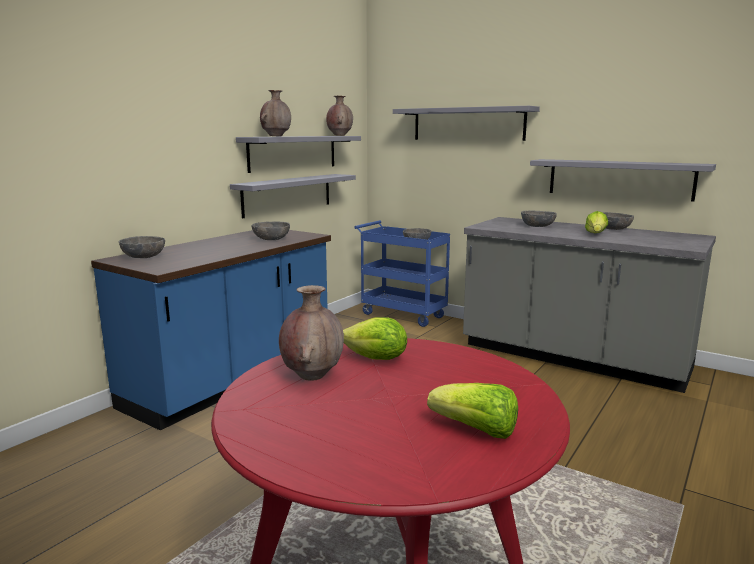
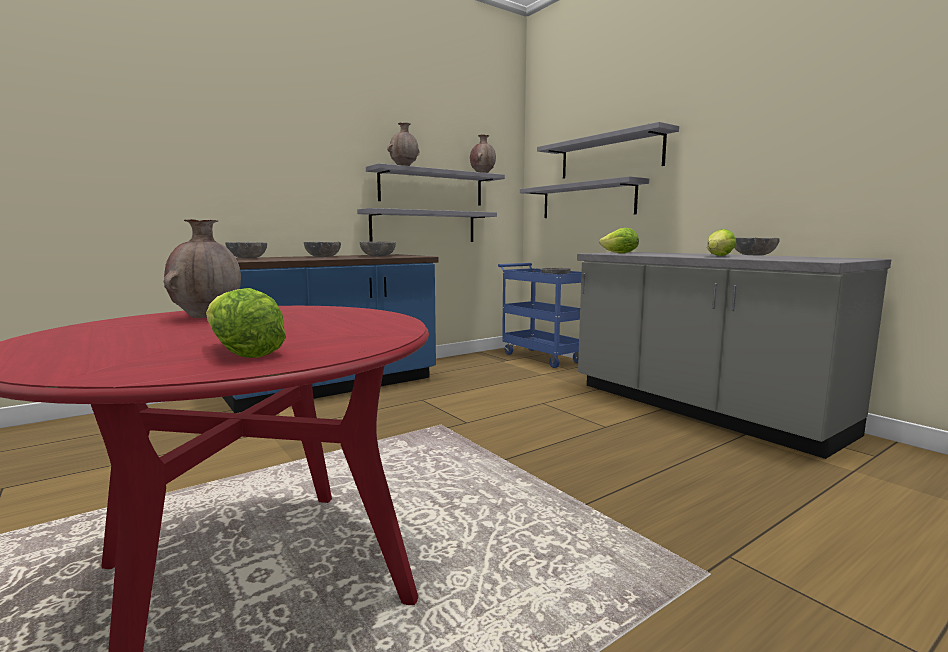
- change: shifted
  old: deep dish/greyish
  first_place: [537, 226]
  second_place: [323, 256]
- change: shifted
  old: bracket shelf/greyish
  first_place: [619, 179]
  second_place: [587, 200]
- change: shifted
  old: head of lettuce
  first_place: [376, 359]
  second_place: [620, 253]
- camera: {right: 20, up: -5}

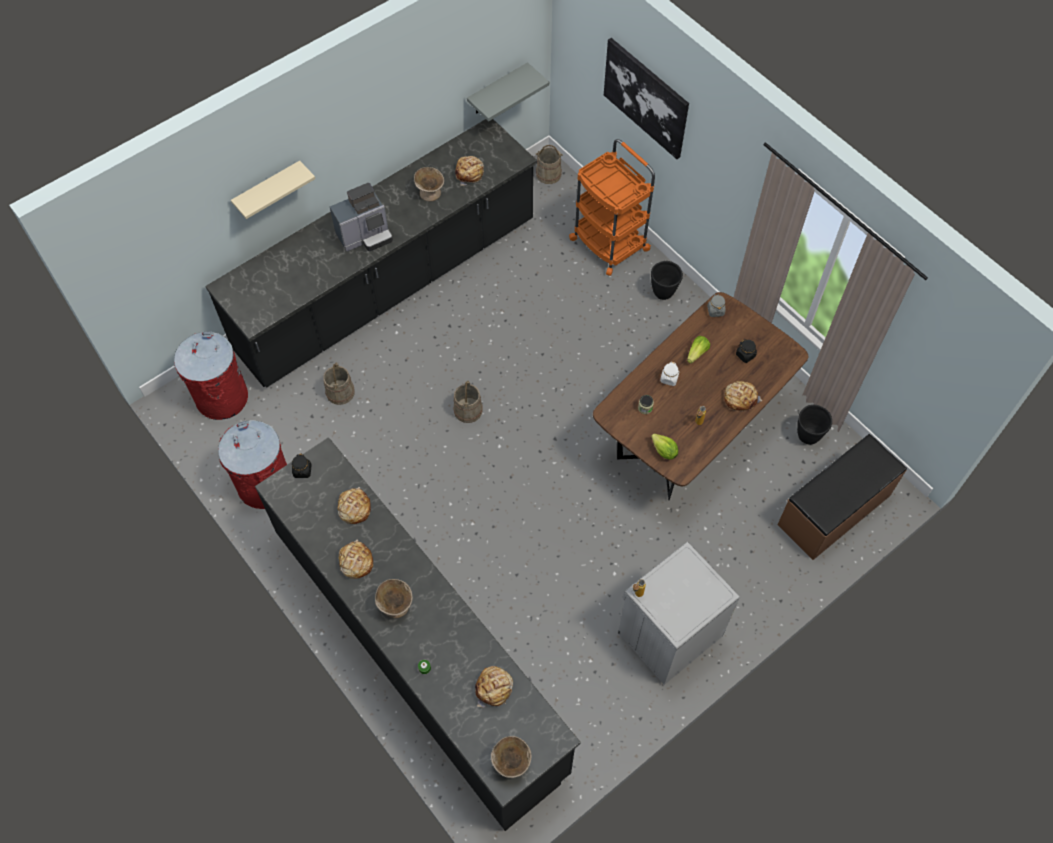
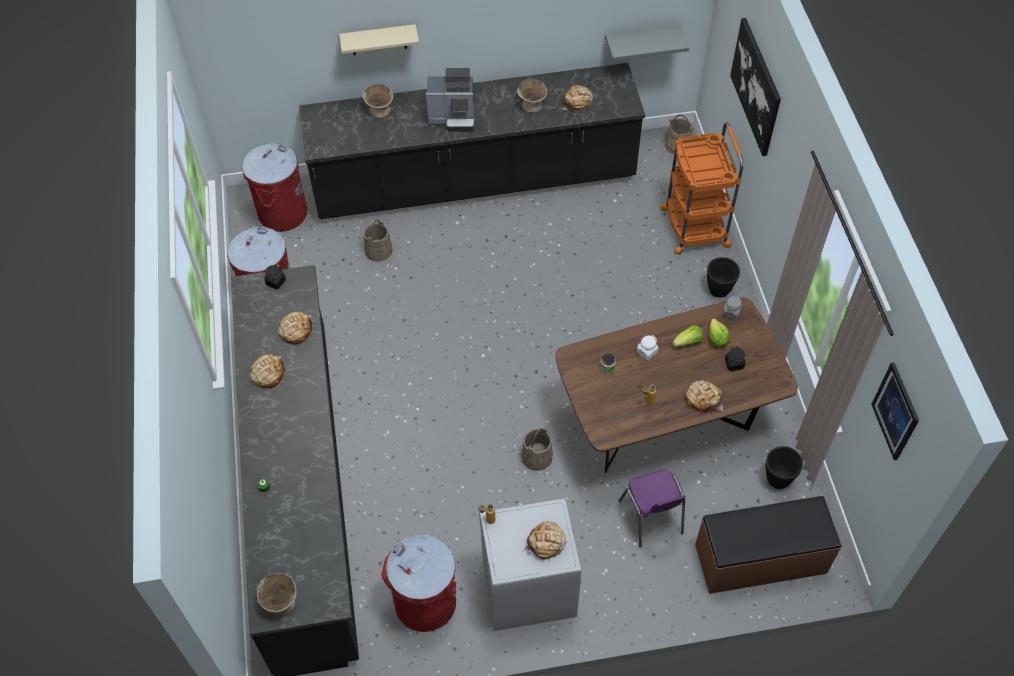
- change: shifted
  old: deep dish/beige
  first_place: [396, 605]
  second_place: [380, 110]
- change: new
  new: rubbish bin/red
  second_place: [425, 603]
- change: shifted
  old: pail/beige
  first_place: [468, 410]
  second_place: [537, 457]
- change: shifted
  old: bread
  first_place: [494, 688]
  second_place: [546, 543]
- change: new
  new: chair/purple
  second_place: [651, 519]
- change: shifted
  old: head of lettuce
  first_place: [664, 451]
  second_place: [717, 339]
- change: new
  new: wall art
  second_place: [895, 411]
- camera: {right: 30, up: -5}

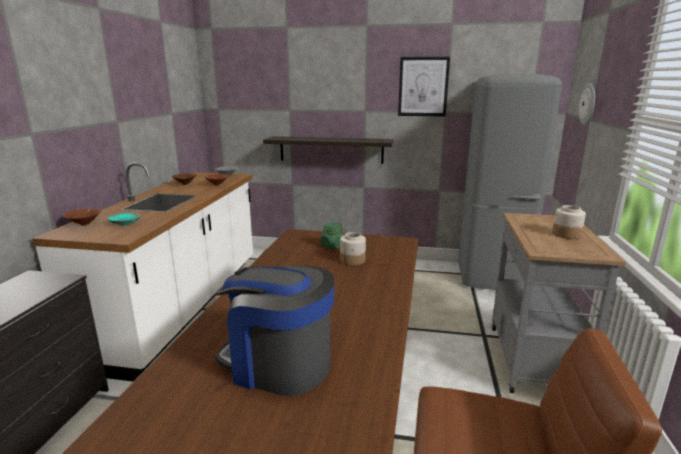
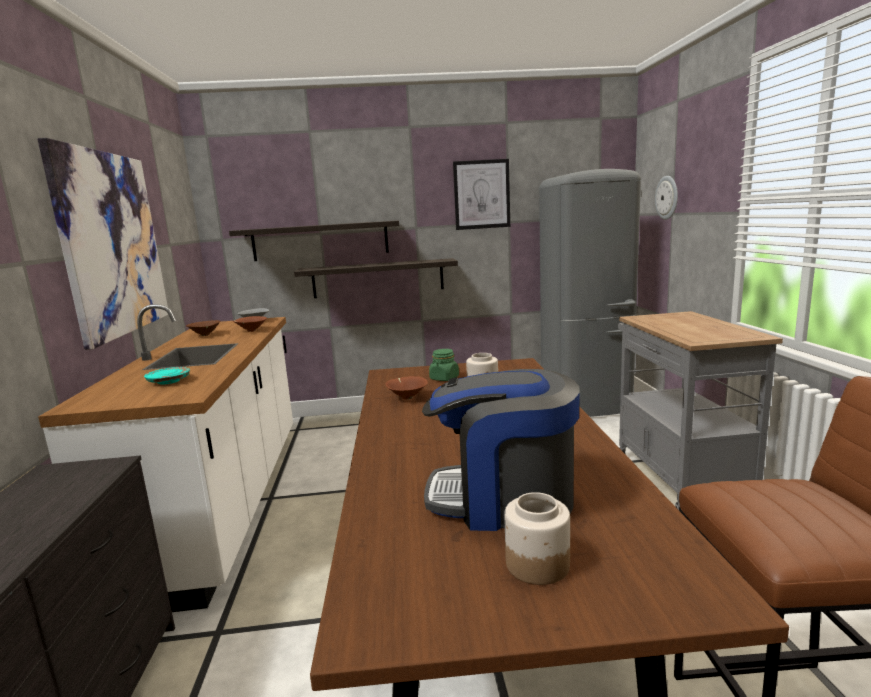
- change: new
  new: wall art
  second_place: [112, 244]
- change: new
  new: bracket shelf
  second_place: [320, 241]
- change: shifted
  old: deep dish/brown
  first_place: [85, 224]
  second_place: [407, 397]
- change: shifted
  old: storage jar
  first_place: [566, 234]
  second_place: [536, 564]
- camera: {right: -15, up: -5}

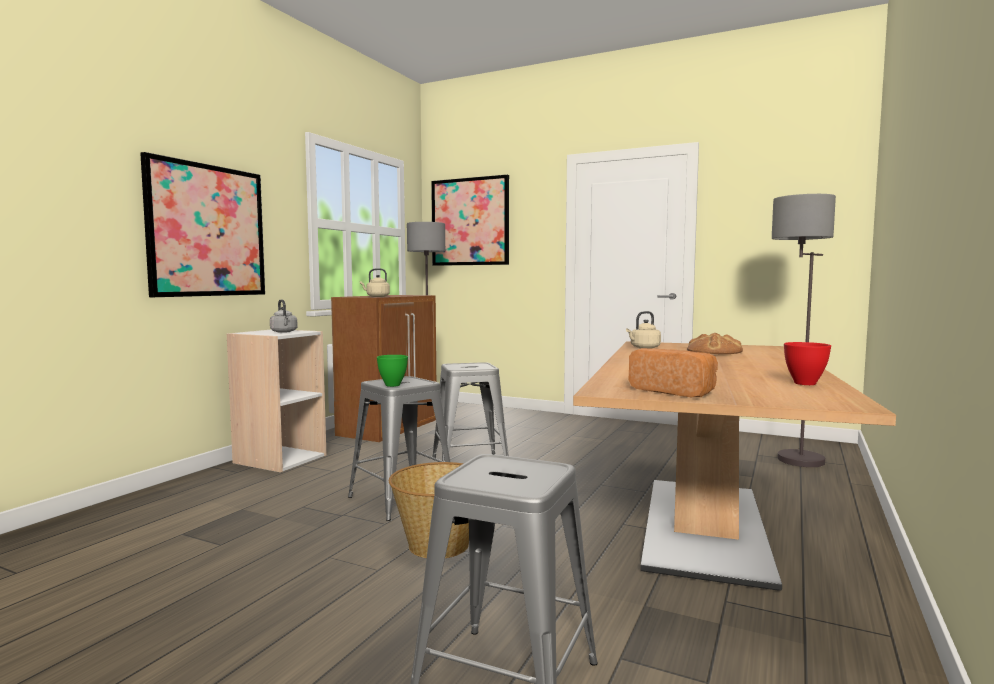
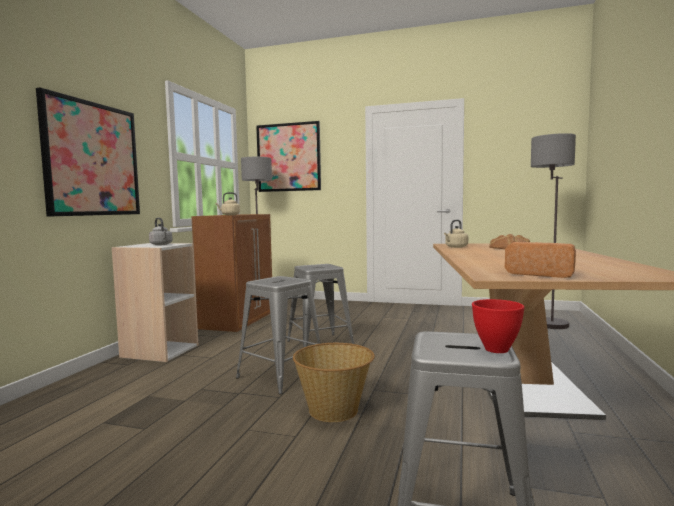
- change: shifted
  old: deep dish/red
  first_place: [804, 383]
  second_place: [496, 349]
- change: gone
  old: deep dish/greenish
  first_place: [392, 385]
- camera: {right: -10, up: 0}

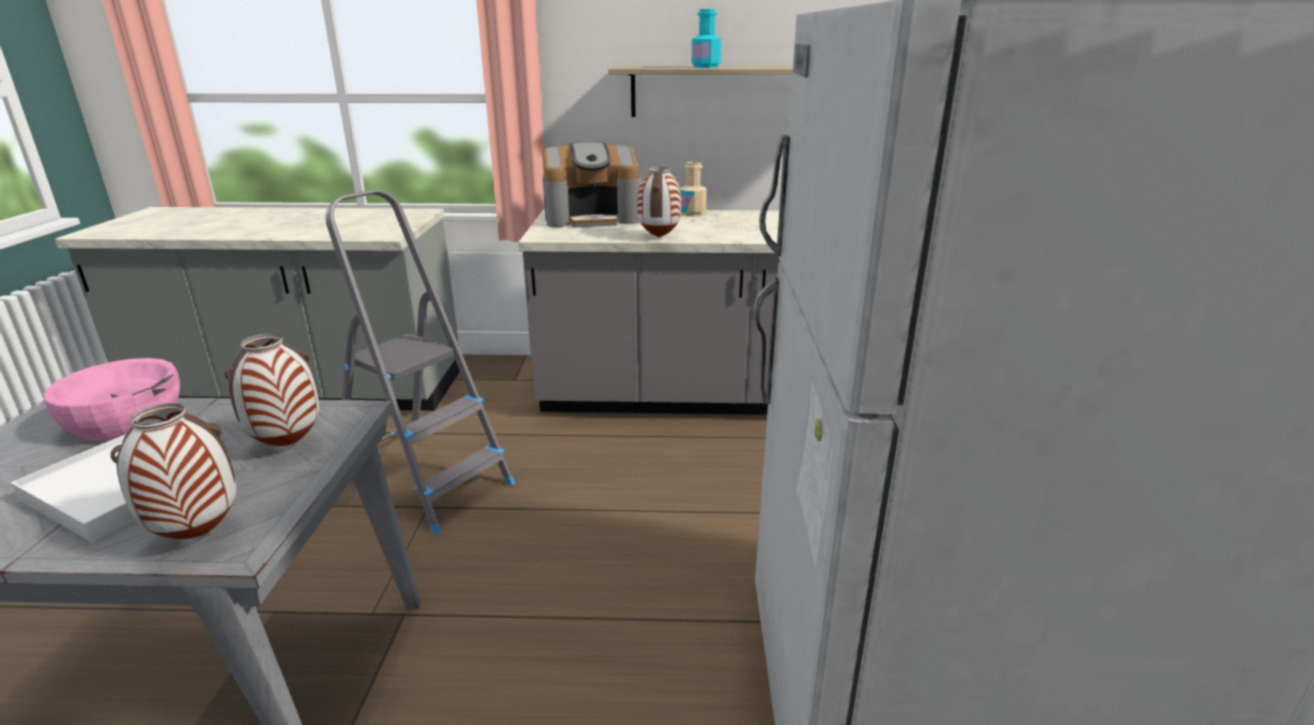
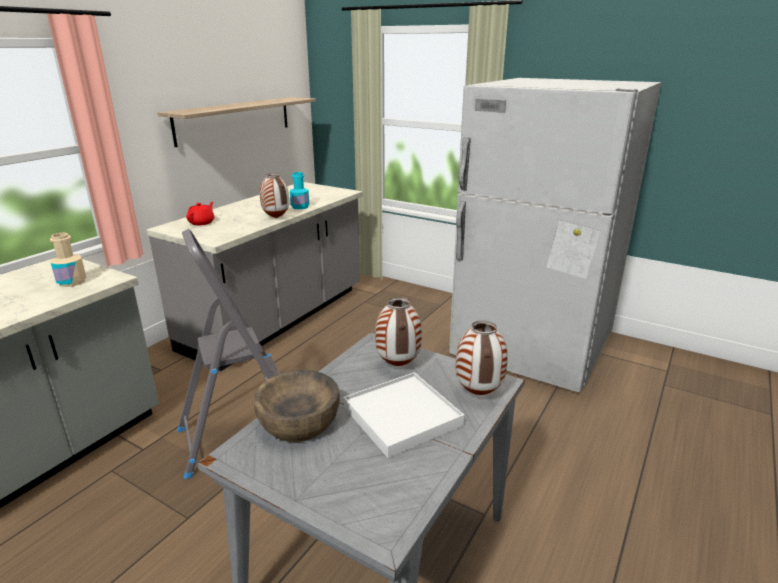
- change: shifted
  old: beverage bottle/beige
  first_place: [692, 213]
  second_place: [72, 282]
- change: swapped
  old: coffee maker
  new: pot for tea/red
  first_place: [592, 218]
  second_place: [202, 222]
- change: repainted
  old: deep dish/pink-coloured
  new: deep dish/brown
  first_place: [126, 421]
  second_place: [299, 422]
- change: shifted
  old: beverage bottle/blue-green
  first_place: [705, 67]
  second_place: [300, 207]
- camera: {right: -60, up: 0}

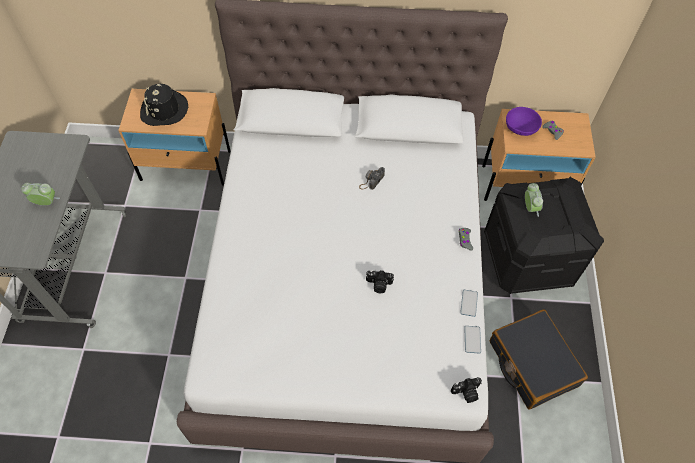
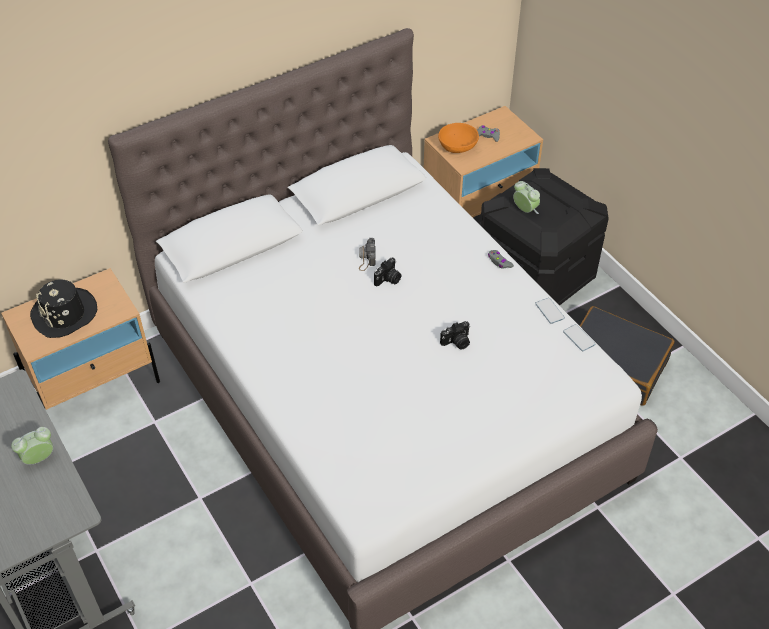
- change: shifted
  old: photo camera
  first_place: [466, 393]
  second_place: [388, 279]
- change: repainted
  old: deep dish/purple
  new: deep dish/orangey
  first_place: [521, 129]
  second_place: [458, 148]
- camera: {right: -35, up: -10}

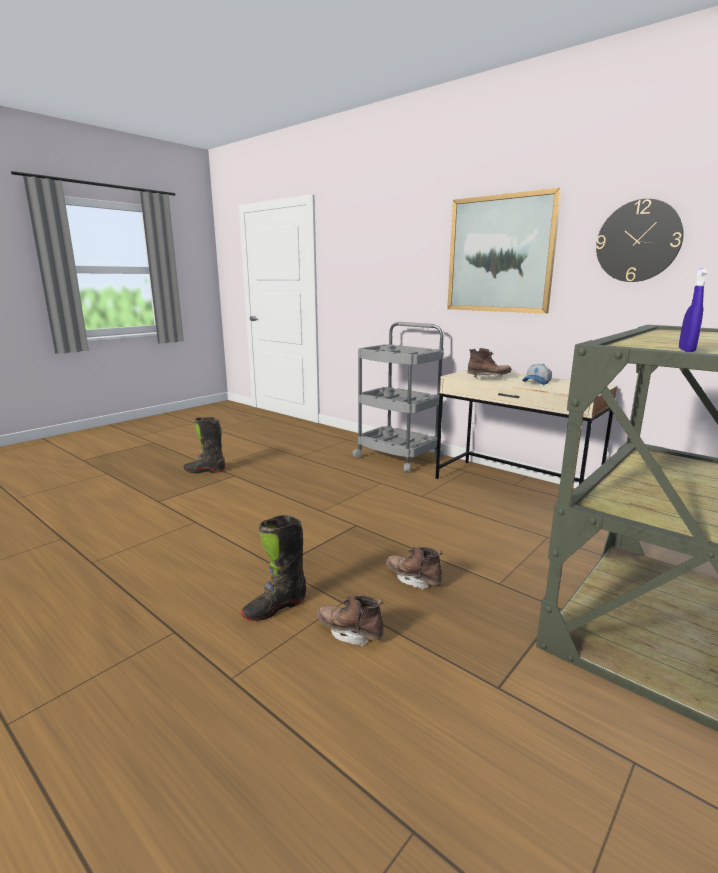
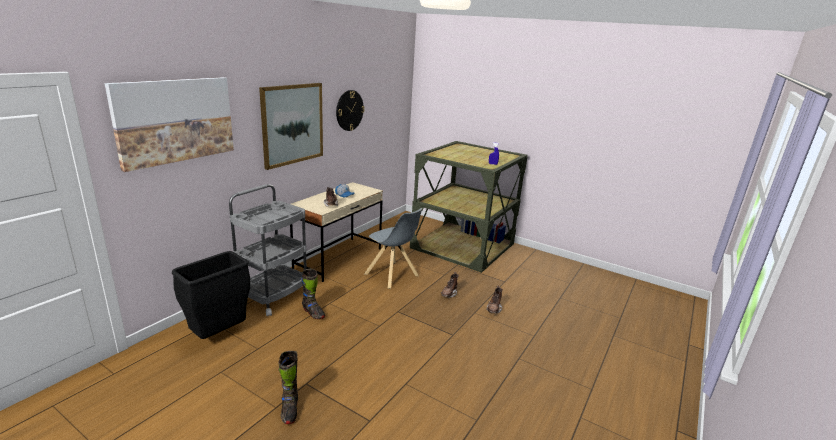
- change: new
  new: wall art
  second_place: [175, 120]
- change: new
  new: rubbish bin/blackish
  second_place: [219, 334]
- change: shifted
  old: tall boot/blackish
  first_place: [275, 607]
  second_place: [313, 313]
- change: new
  new: chair/greyish
  second_place: [392, 275]
- camera: {right: -100, up: 5}

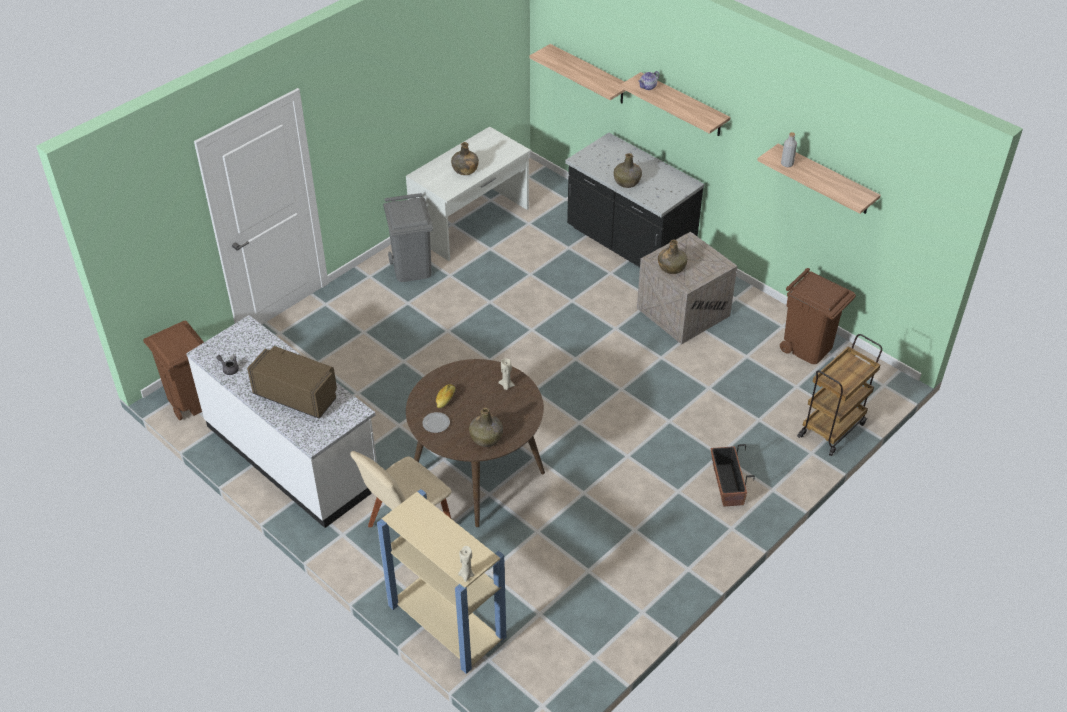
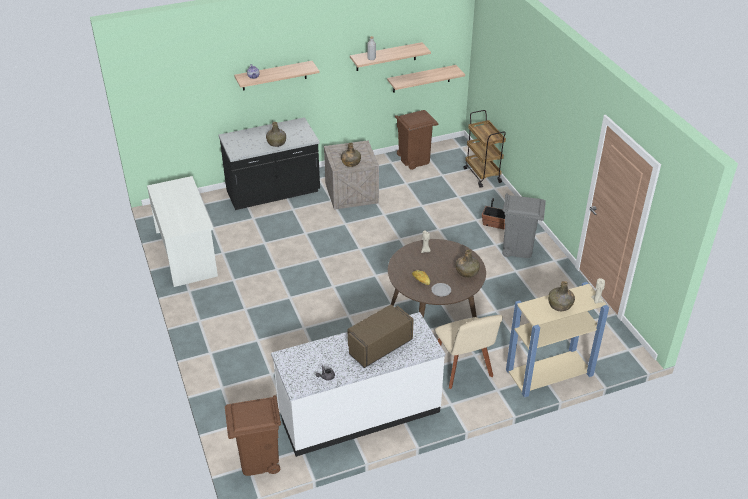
- change: shifted
  old: bracket shelf
  first_place: [589, 74]
  second_place: [421, 79]
- change: shifted
  old: rubbish bin/greyish
  first_place: [412, 268]
  second_place: [518, 248]
- change: shifted
  old: beverage bottle/greenish
  first_place: [465, 170]
  second_place: [560, 305]
- camera: {right: -65, up: -5}

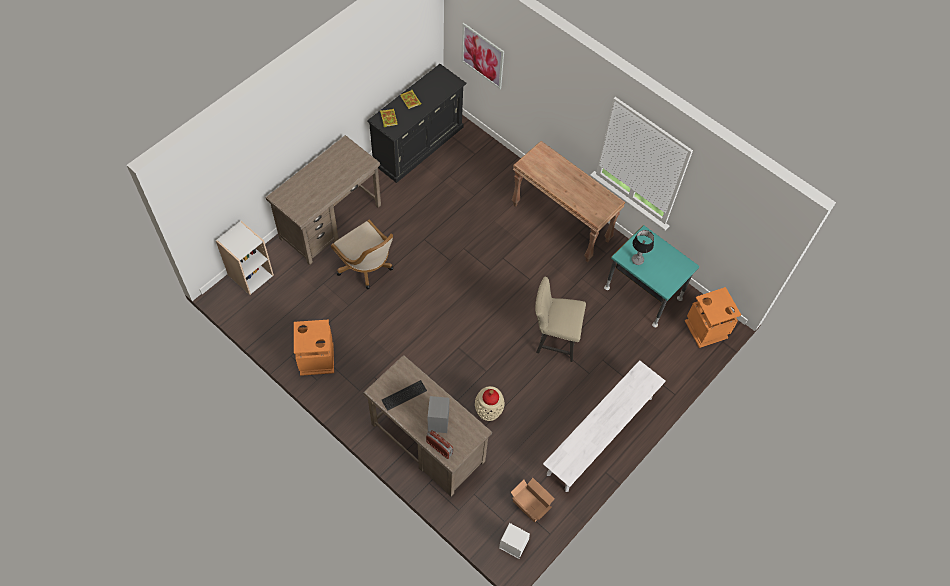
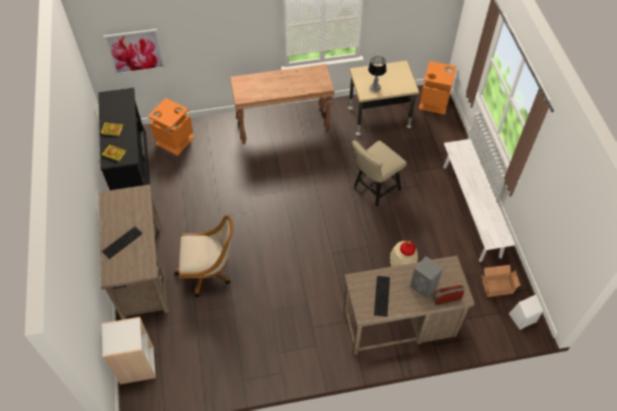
- change: new
  new: keyboard
  second_place: [121, 242]
- change: shifted
  old: rubbish bin/orangey
  first_place: [316, 358]
  second_place: [174, 141]
- change: repainted
  old: desk unit/blue-green
  new: desk unit/beige
  first_place: [643, 292]
  second_place: [379, 116]
- camera: {right: -50, up: -5}

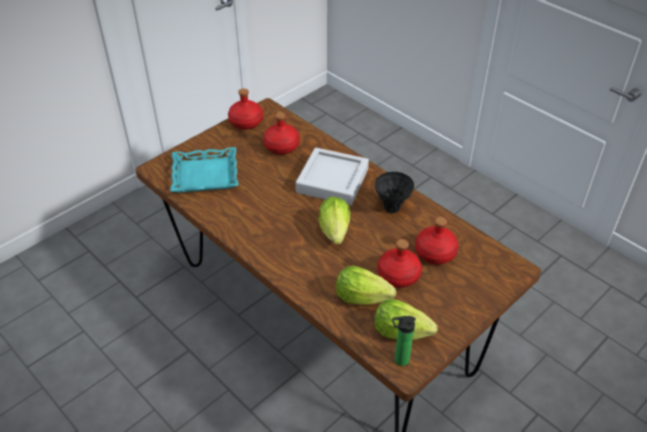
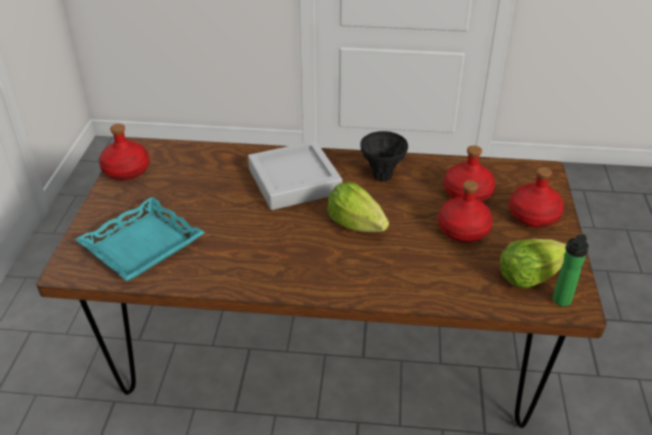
- change: shifted
  old: beverage bottle/red
  first_place: [282, 146]
  second_place: [533, 215]
- change: gone
  old: head of lettuce
  first_place: [361, 297]
- camera: {right: -40, up: -5}

